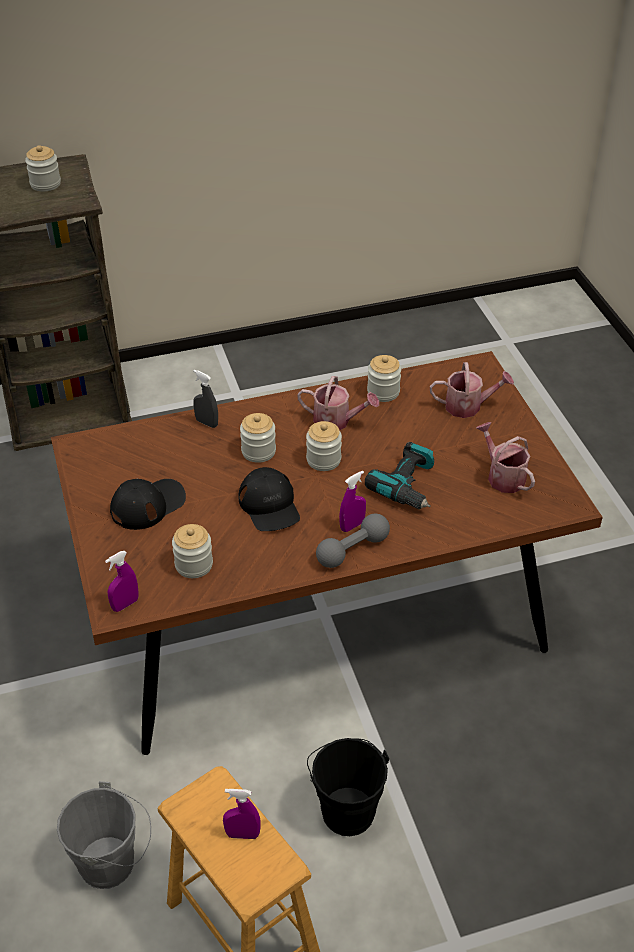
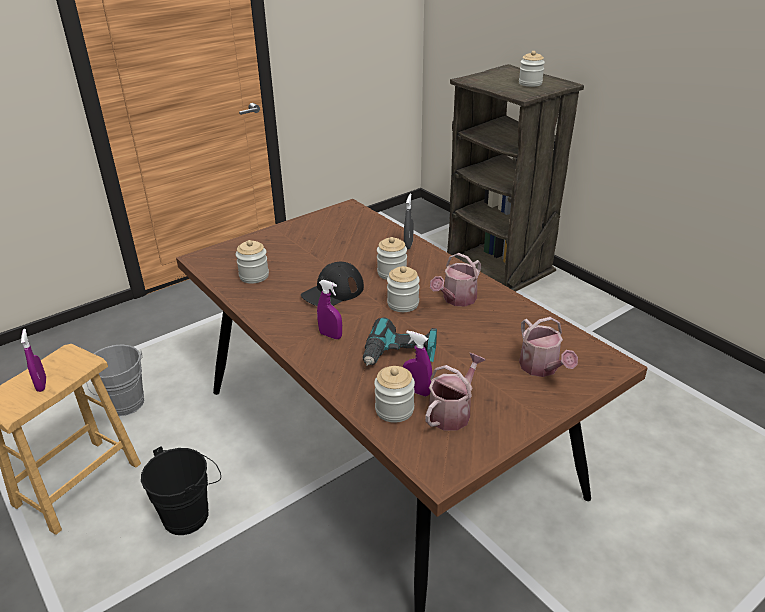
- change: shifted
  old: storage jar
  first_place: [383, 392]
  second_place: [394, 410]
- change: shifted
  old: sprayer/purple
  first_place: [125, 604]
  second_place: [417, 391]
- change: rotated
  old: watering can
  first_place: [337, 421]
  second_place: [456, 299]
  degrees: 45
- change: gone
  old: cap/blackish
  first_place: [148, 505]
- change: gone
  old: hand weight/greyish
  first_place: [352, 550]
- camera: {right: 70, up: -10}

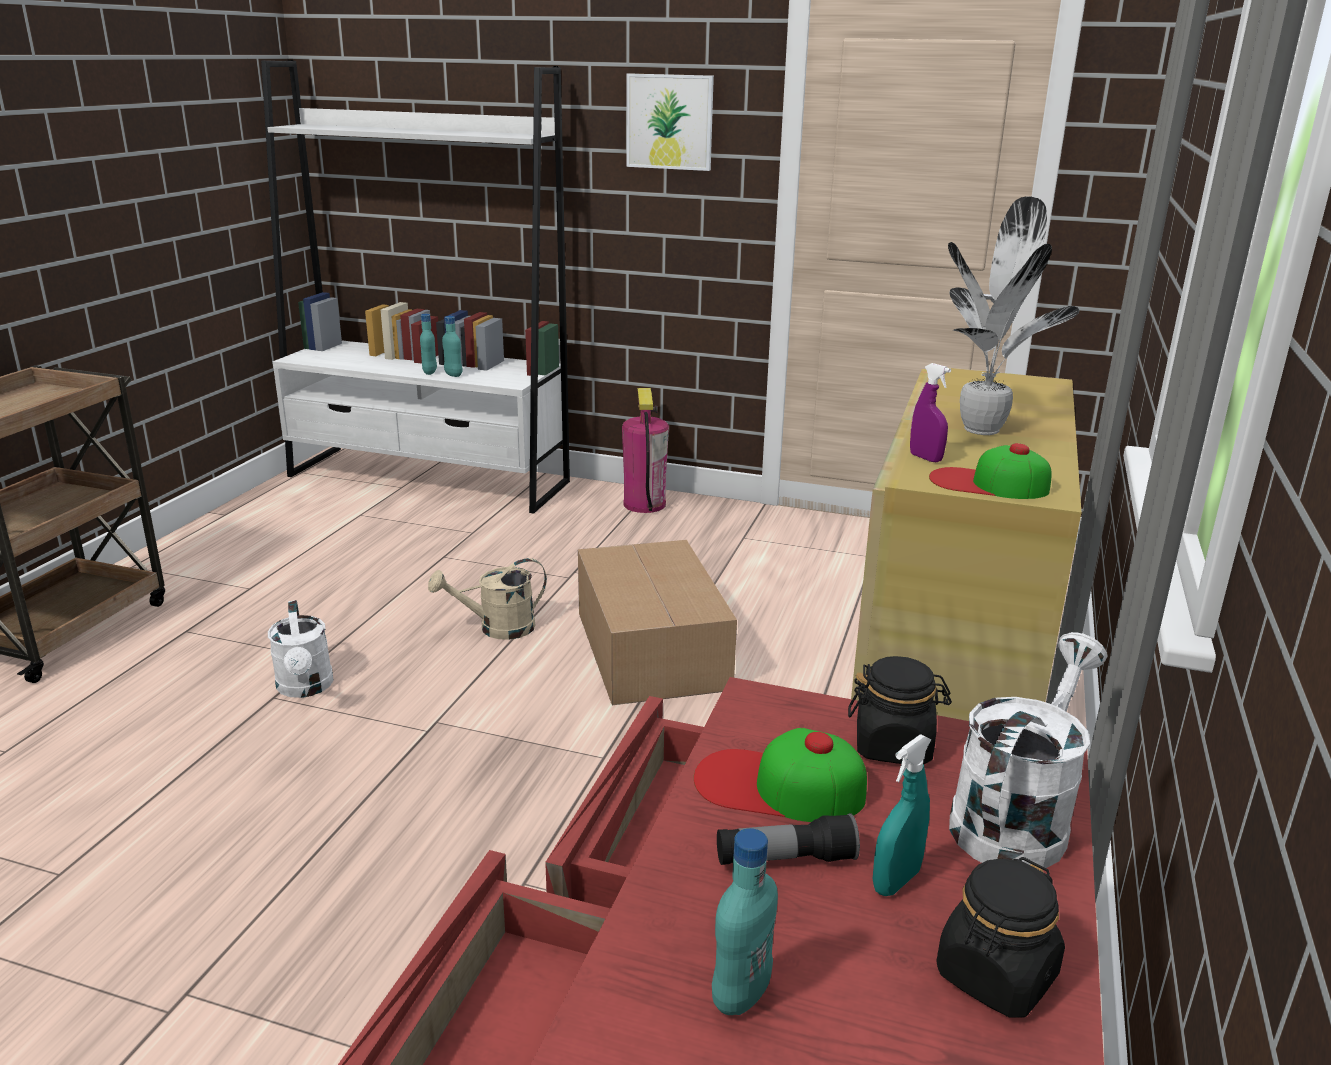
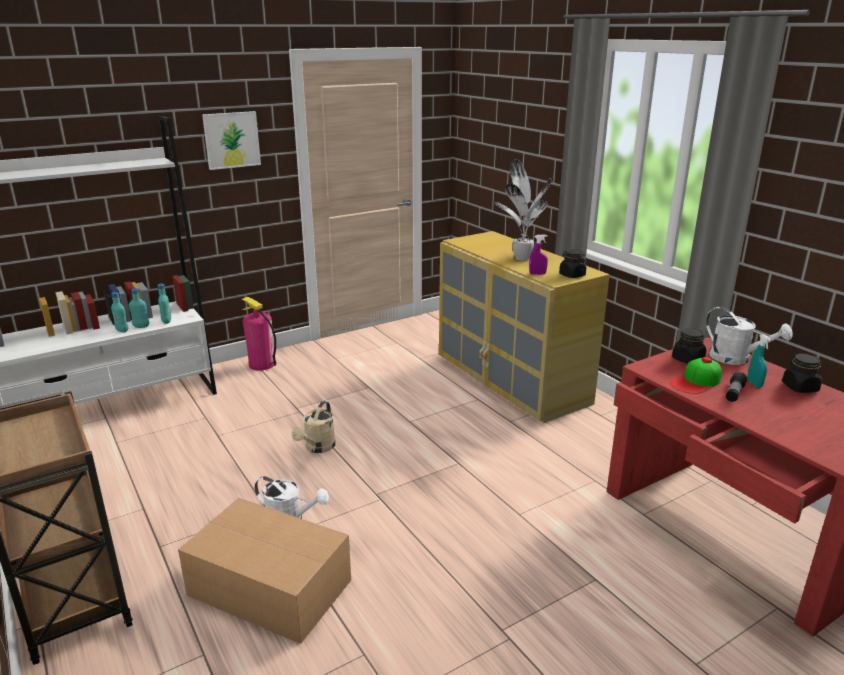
- change: shifted
  old: beverage bottle/blue-green
  first_place: [741, 995]
  second_place: [166, 321]
- change: shifted
  old: packing box
  first_place: [652, 648]
  second_place: [268, 586]
- change: swapped
  old: cap
  new: storage jar/blackish
  first_place: [988, 483]
  second_place: [572, 275]
- change: rotated
  old: watering can/whitish
  first_place: [1016, 817]
  second_place: [736, 359]
  degrees: 150
- camera: {right: -50, up: 0}

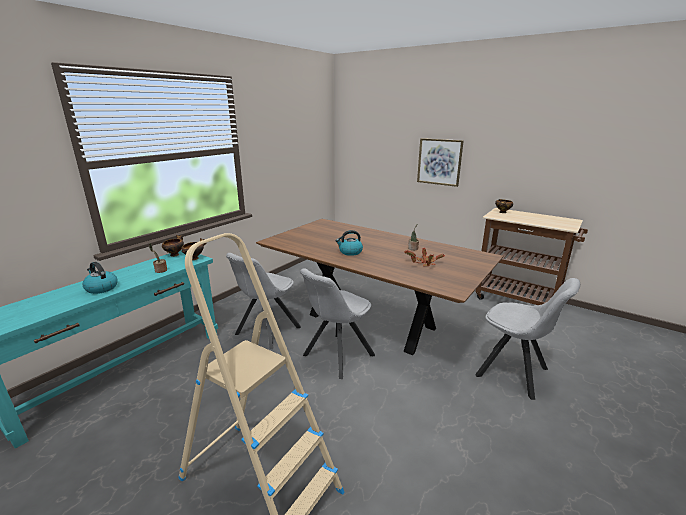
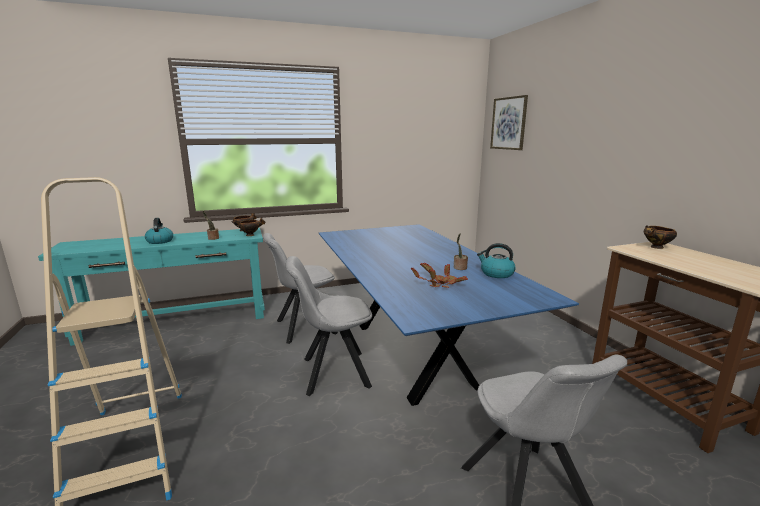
- change: repainted
  old: dinner table/brown
  new: dinner table/bluish
  first_place: [371, 322]
  second_place: [412, 353]
- change: shifted
  old: kettle
  first_place: [350, 252]
  second_place: [496, 273]
- change: shifted
  old: wall art
  first_place: [439, 162]
  second_place: [509, 123]
- camera: {right: 35, up: -5}

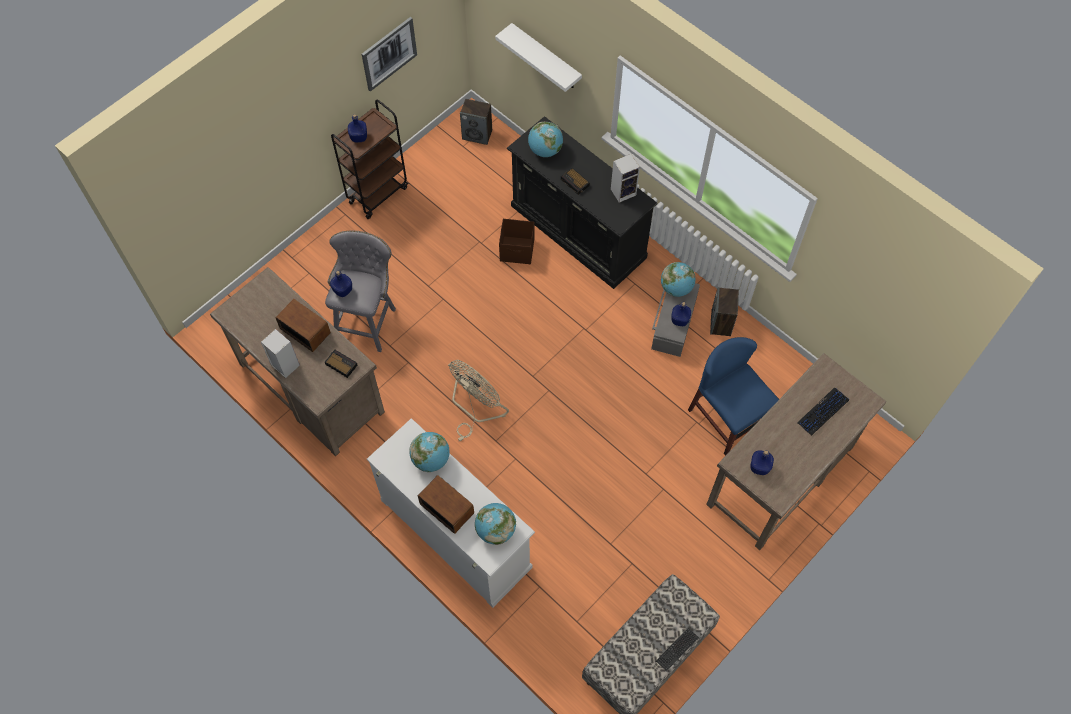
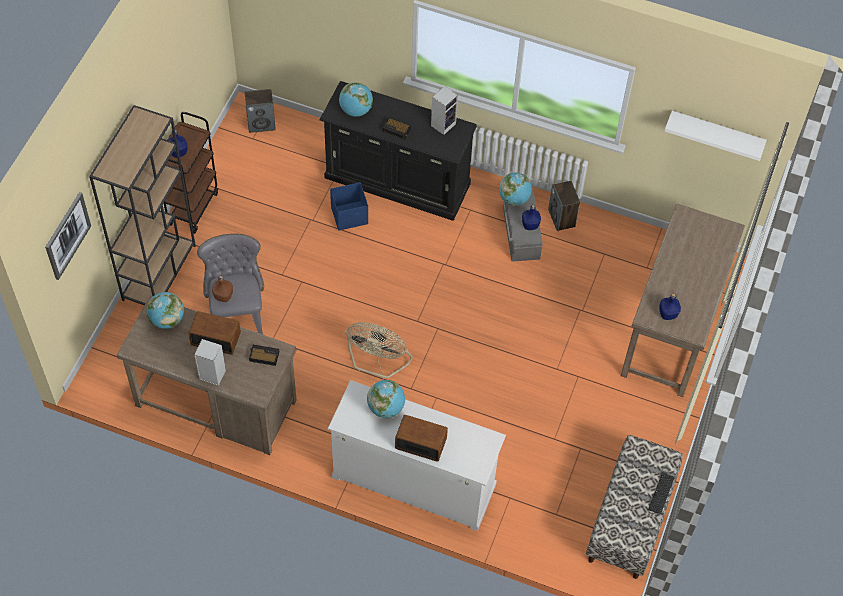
- change: shifted
  old: wall art
  first_place: [389, 53]
  second_place: [67, 235]
- change: new
  new: bookcase
  second_place: [159, 272]
- change: shifted
  old: desk globe
  first_place: [496, 530]
  second_place: [167, 320]
- change: repainted
  old: beverage bottle/bluish
  new: beverage bottle/brown
  first_place: [342, 291]
  second_place: [223, 296]
- change: repainted
  old: storage container/brown
  new: storage container/bluish
  first_place: [517, 251]
  second_place: [350, 216]
- change: shifted
  old: bracket shelf/whitish
  first_place: [546, 58]
  second_place: [716, 133]
- change: gone
  old: chair/bluish
  first_place: [727, 419]
- change: gone
  old: keyboard
  first_place: [823, 412]
- camera: {right: -25, up: -5}

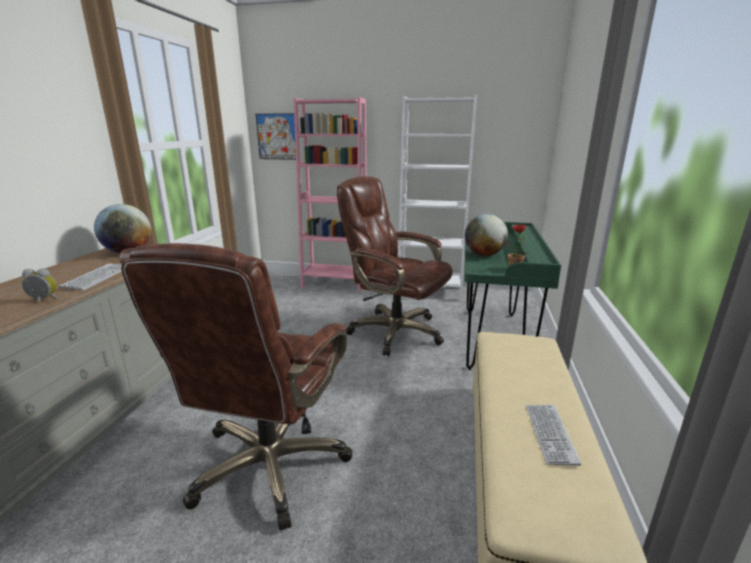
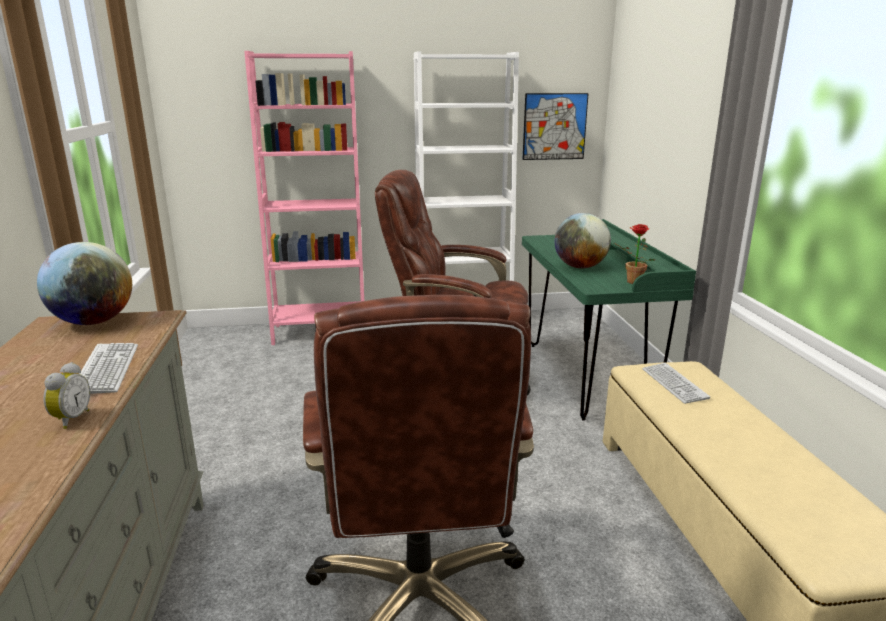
- change: rotated
  old: bedside clock
  first_place: [42, 300]
  second_place: [70, 419]
  degrees: 120
- change: shifted
  old: wall art
  first_place: [278, 136]
  second_place: [554, 126]
- change: shifted
  old: keyboard
  first_place: [550, 434]
  second_place: [674, 384]
- camera: {right: -20, up: 0}

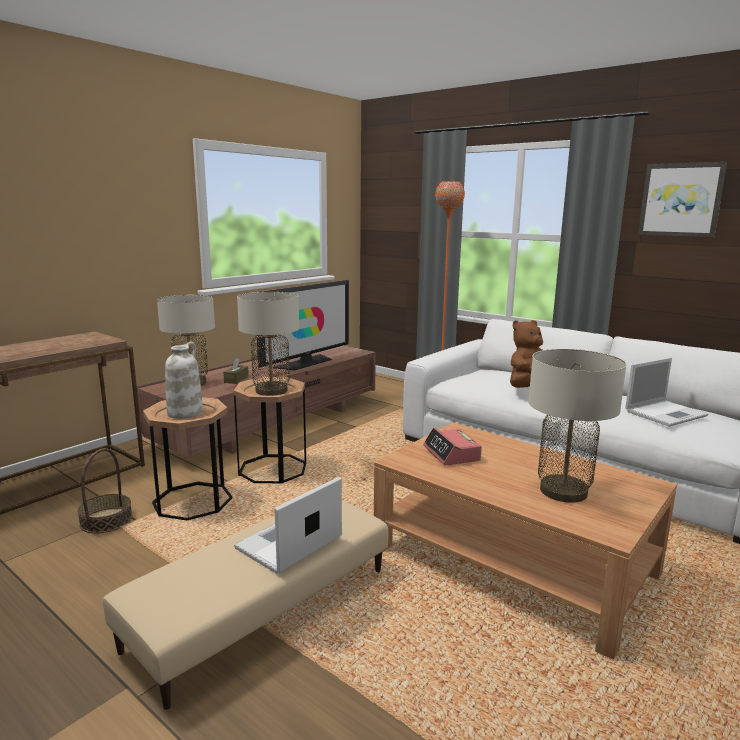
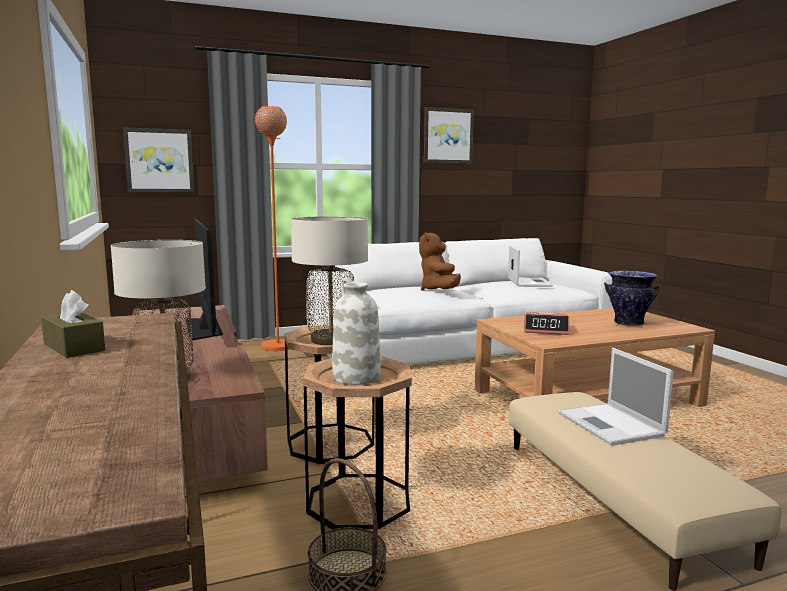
- change: shifted
  old: box of tissues/brown
  first_place: [236, 379]
  second_place: [74, 347]
- change: new
  new: wall art
  second_place: [159, 160]
- change: swapped
  old: tabletop lamp
  new: decorative vase
  first_place: [563, 491]
  second_place: [628, 323]
- camera: {right: -60, up: -5}

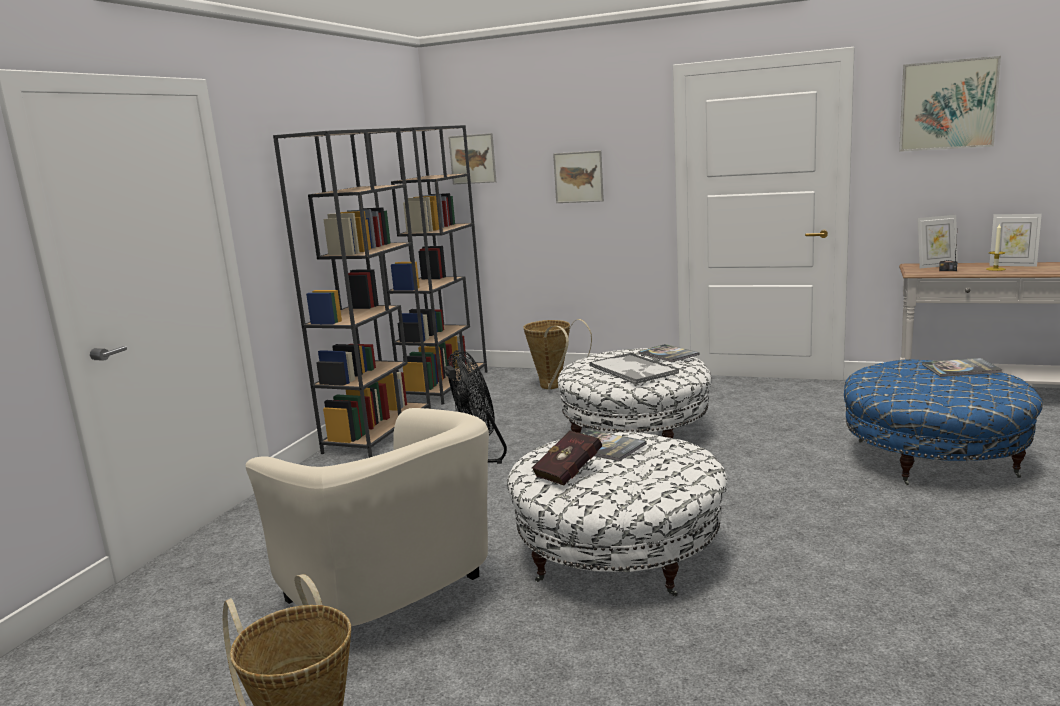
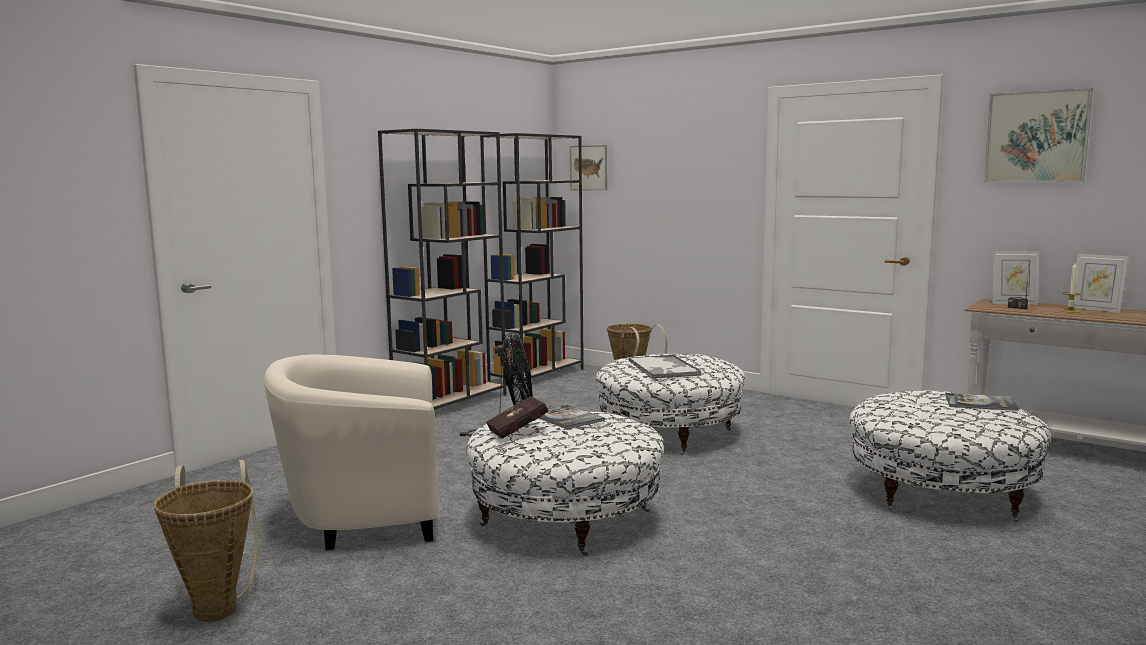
- change: rotated
  old: armchair/beige
  first_place: [394, 596]
  second_place: [363, 517]
  degrees: 105
- change: repainted
  old: ottoman/bluish
  new: ottoman/whitish
  first_place: [933, 459]
  second_place: [941, 493]
- change: gone
  old: wall art
  first_place: [578, 177]
- change: gone
  old: book
  first_place: [668, 354]
- camera: {right: 15, up: -5}

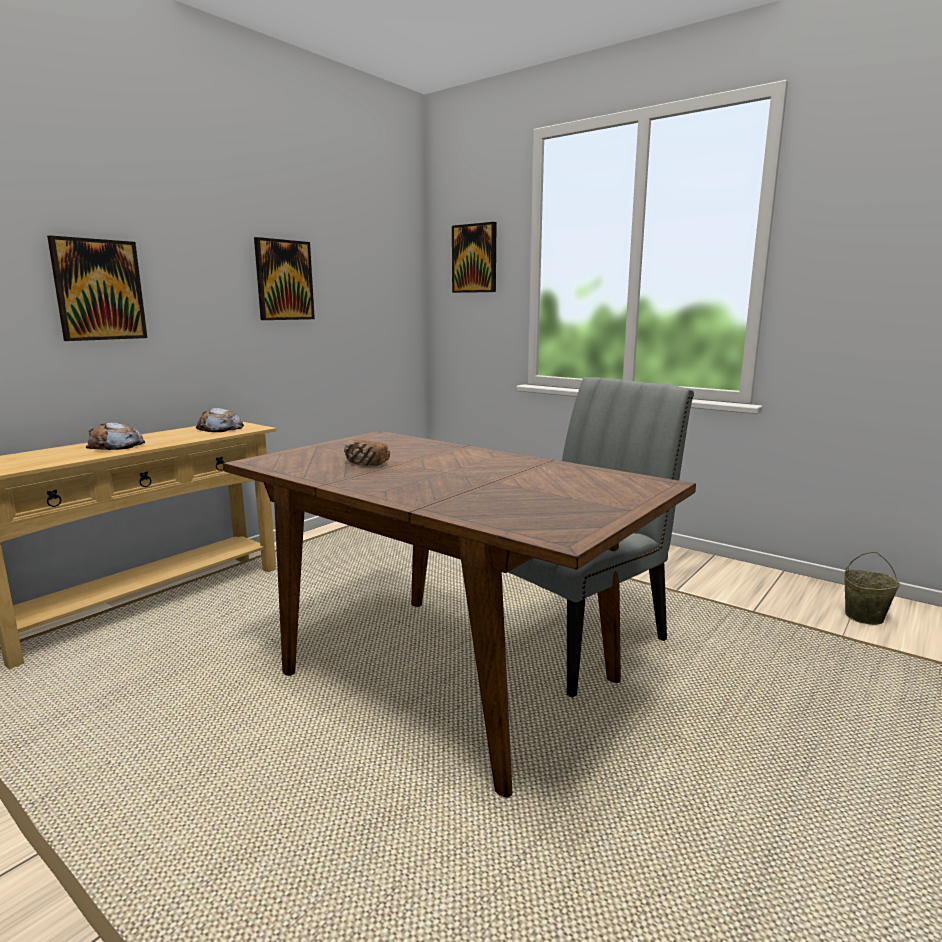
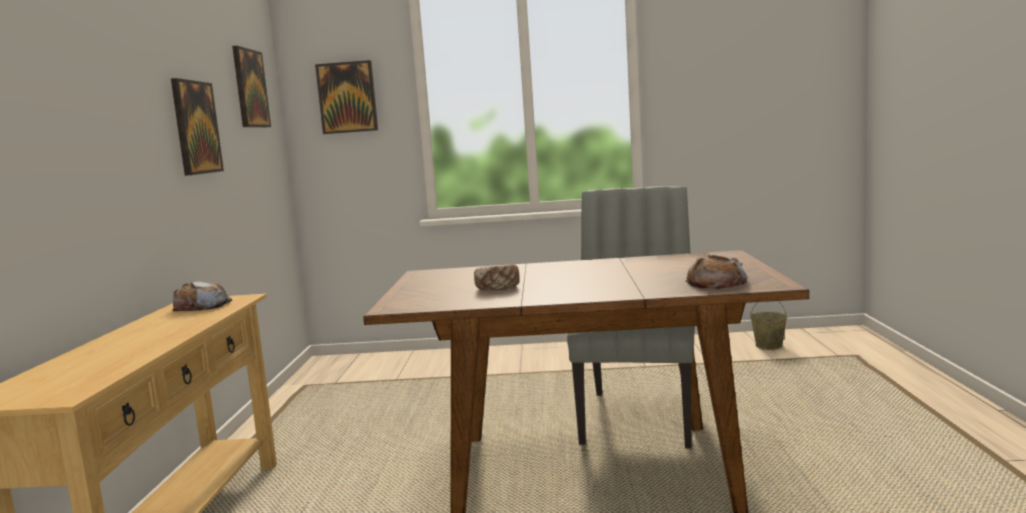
- change: shifted
  old: wall art
  first_place: [99, 290]
  second_place: [250, 88]
- change: shifted
  old: bread
  first_place: [116, 445]
  second_place: [716, 283]
- camera: {right: -35, up: -5}

